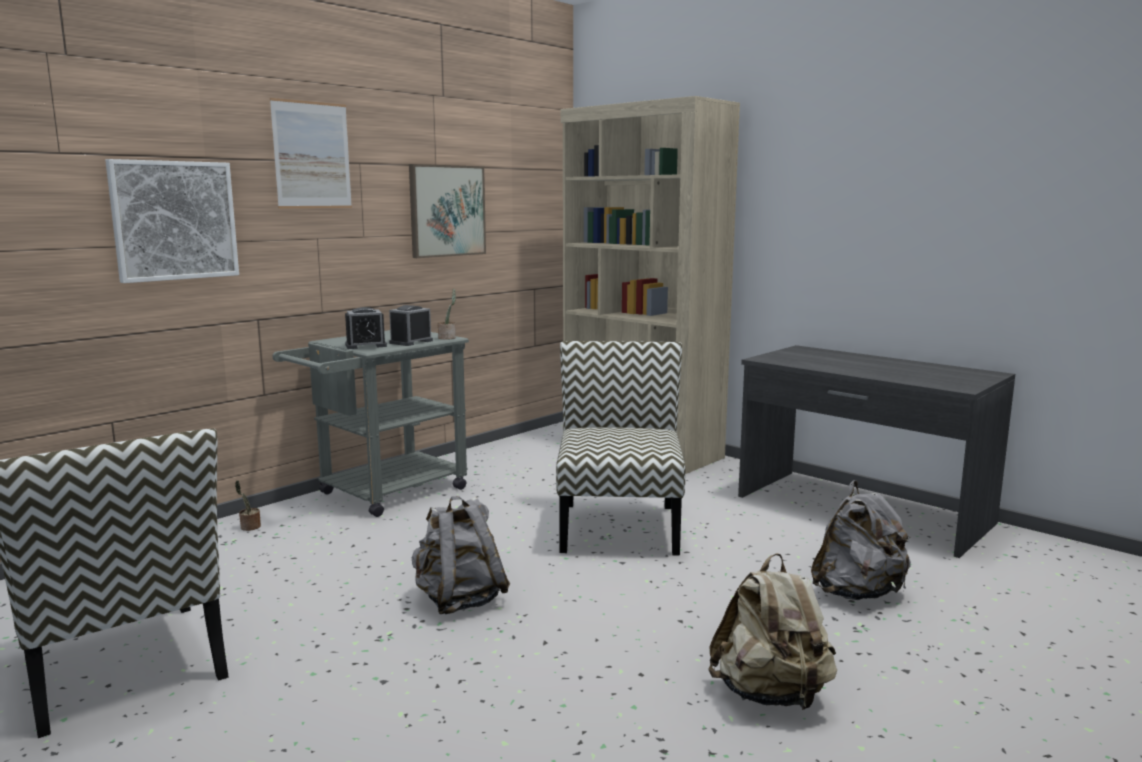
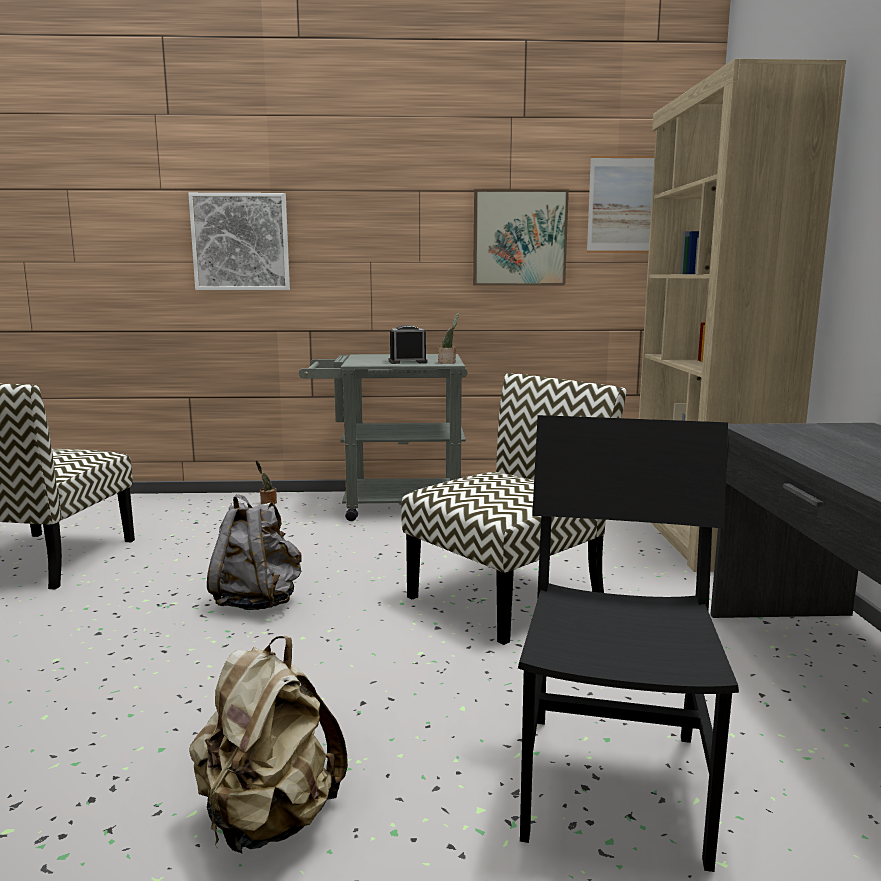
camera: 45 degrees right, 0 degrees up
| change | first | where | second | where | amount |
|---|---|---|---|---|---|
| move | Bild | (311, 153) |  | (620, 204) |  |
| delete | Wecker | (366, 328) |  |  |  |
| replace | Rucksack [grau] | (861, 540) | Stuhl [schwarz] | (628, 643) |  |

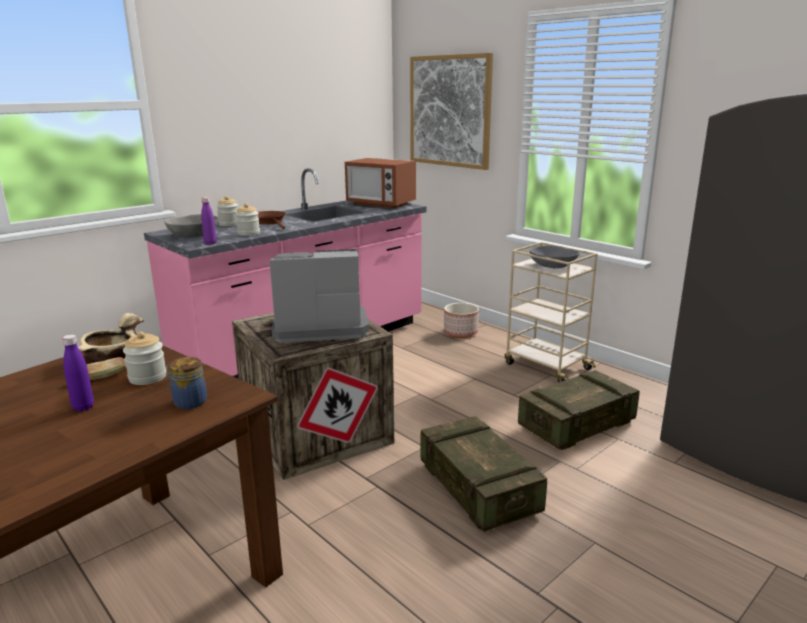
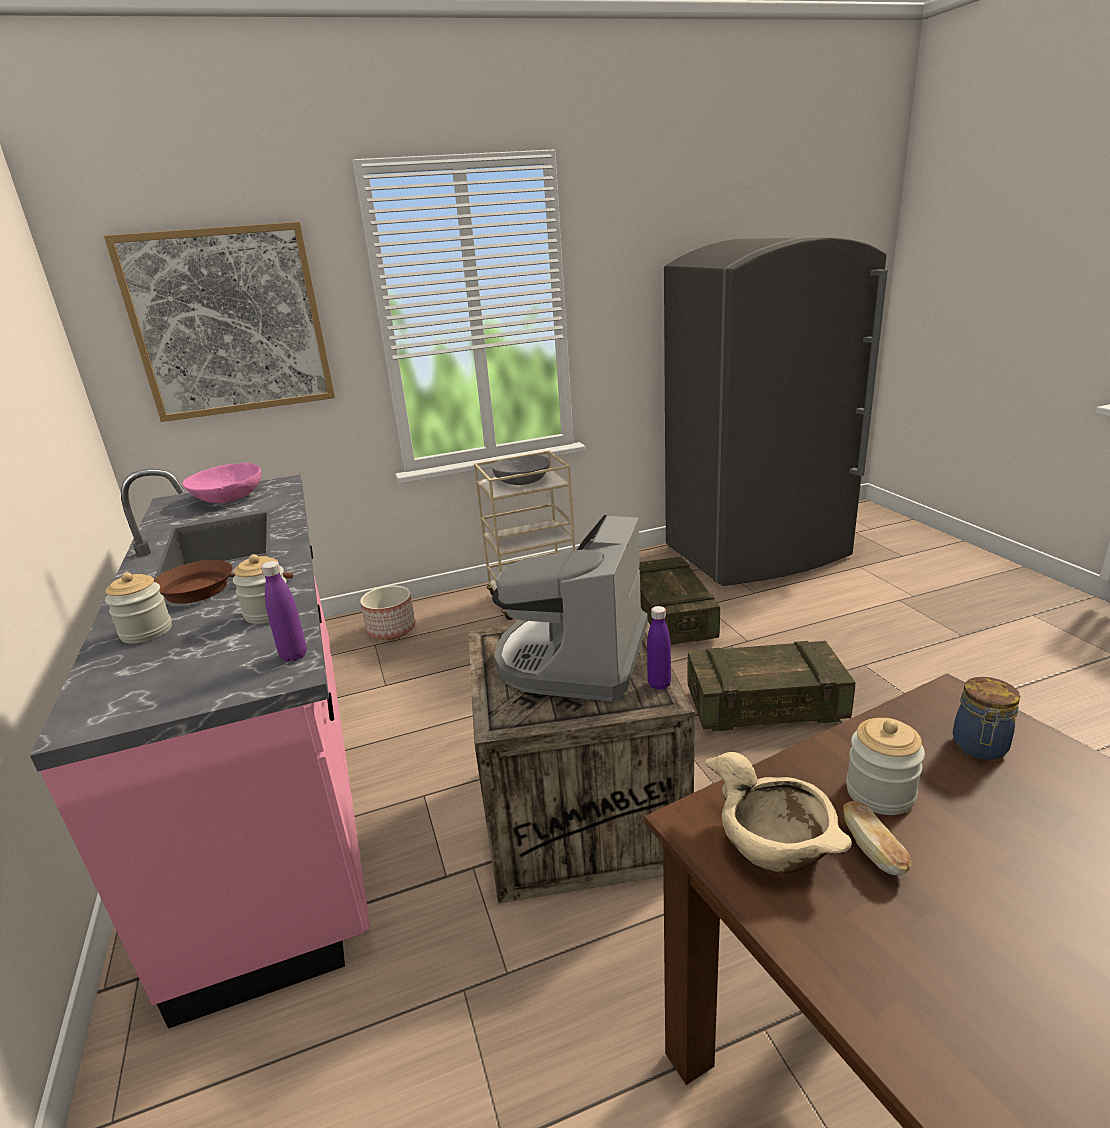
camera: 65 degrees left, 5 degrees up
| change | first | where | second | where | amount |
|---|---|---|---|---|---|
| move | Flasche [lila] | (78, 373) |  | (659, 648) |  |
| delete | Schüssel [grau] | (192, 226) |  |  |  |
| replace | Mikrowelle | (380, 183) | Schüssel [rosa] | (221, 483) |  |

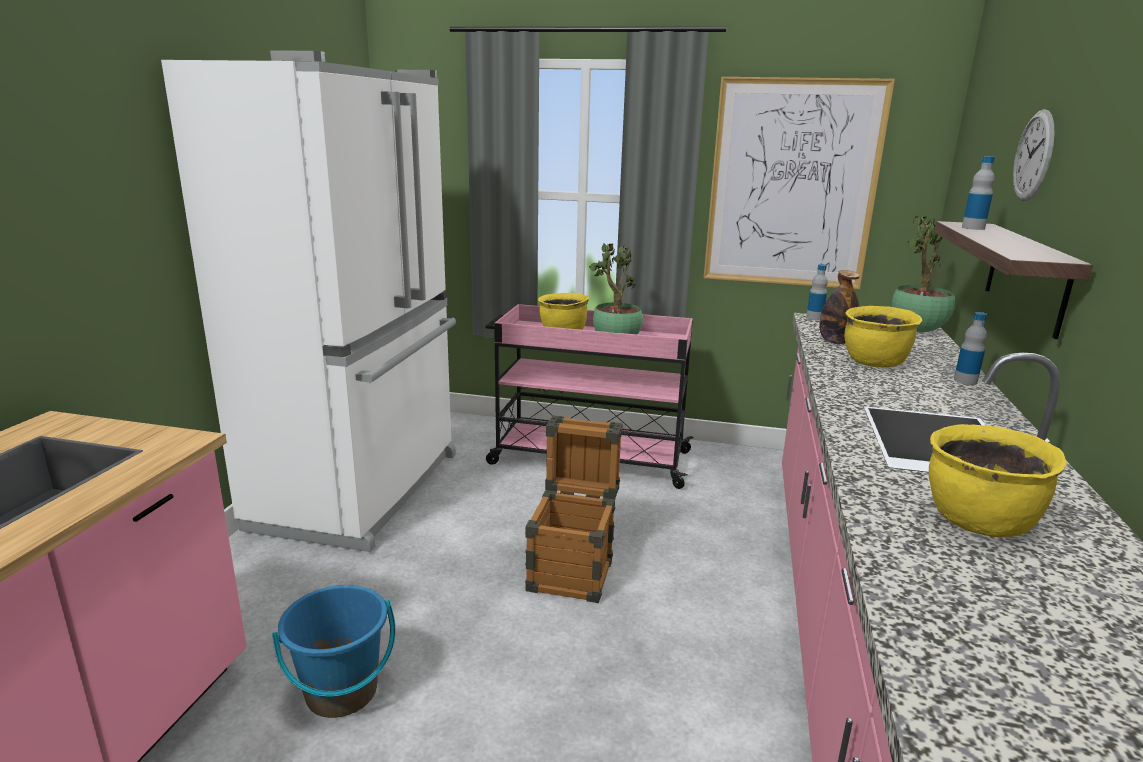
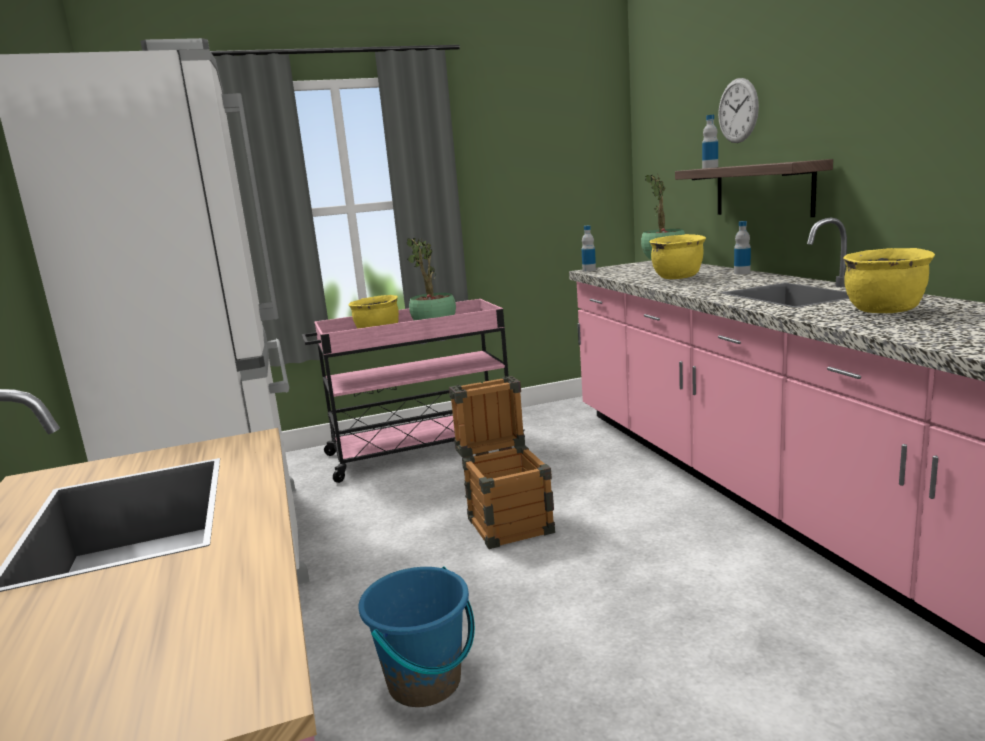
camera: 30 degrees left, 5 degrees down
| change | first | where | second | where | amount |
|---|---|---|---|---|---|
| delete | Bild | (799, 183) |  |  |  |
| delete | Flasche | (839, 307) |  |  |  |

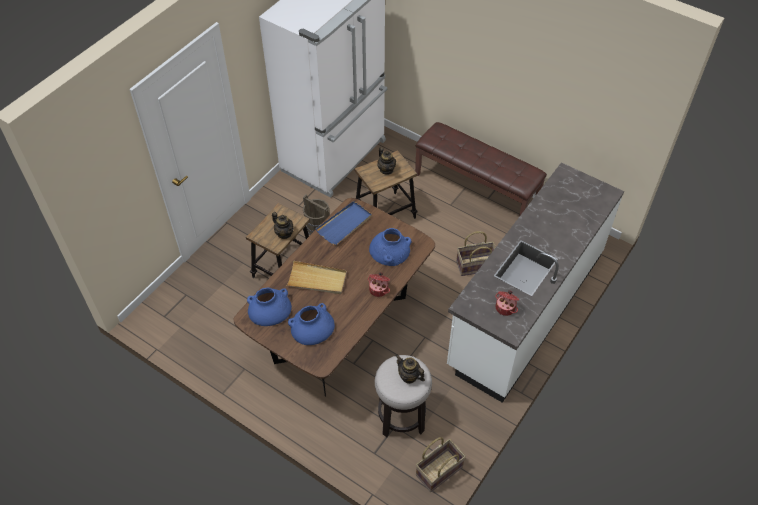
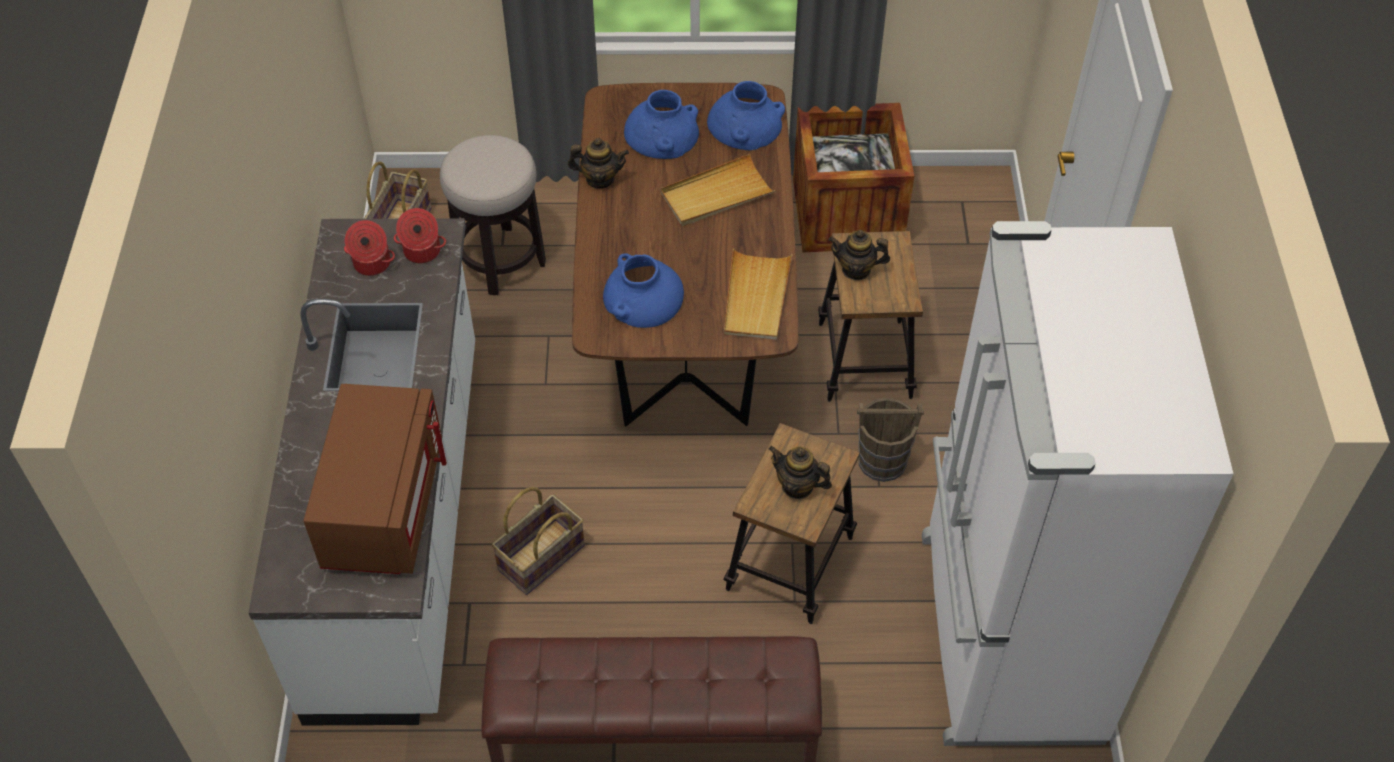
camera: 145 degrees right, 0 degrees up
| change | first | where | second | where | amount |
|---|---|---|---|---|---|
| recolor | Tablett [blau] | (344, 223) | Tablett [beige] | (758, 294) |  |
| move | Kochtopf | (379, 284) |  | (420, 235) |  |
| move | Teekanne | (410, 369) |  | (598, 163) |  |
| insert |  |  | Mikrowelle [braun] | (375, 479) |  |
| insert |  |  | Kiste | (853, 177) |  |

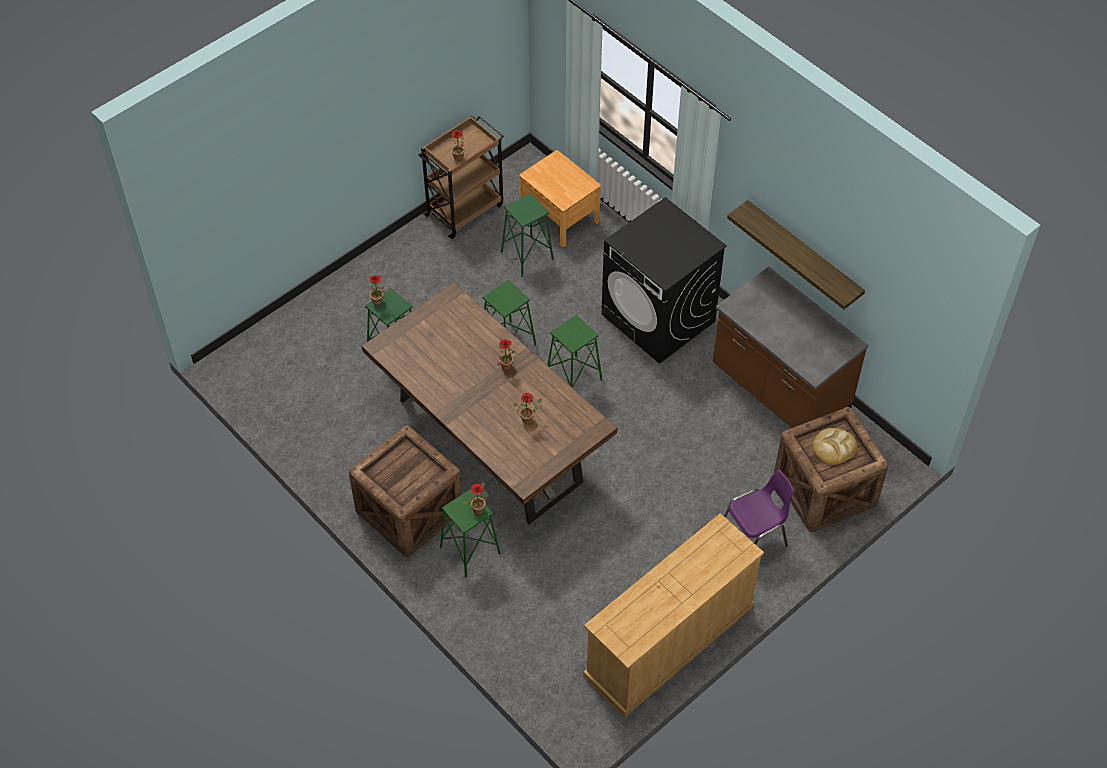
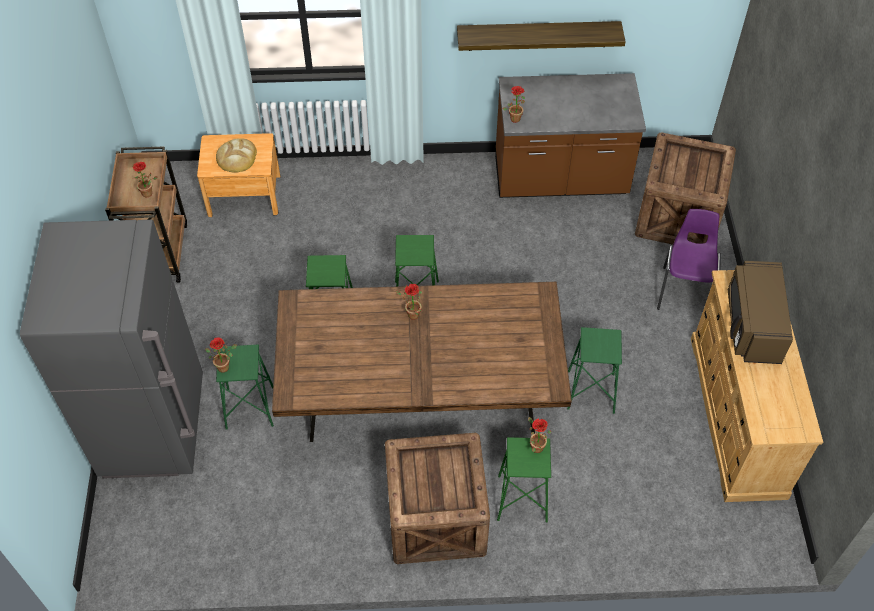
camera: 50 degrees left, 0 degrees up
| change | first | where | second | where | amount |
|---|---|---|---|---|---|
| move | Hocker [grün] | (527, 235) |  | (594, 370) |  |
| move | Topfpflanze | (527, 408) |  | (514, 104) |  |
| delete | Waschmaschine [schwarz] | (664, 280) |  |  |  |
| move | Brot | (835, 446) |  | (236, 155) |  |
| insert |  |  | Kühlschrank [grau] | (111, 349) |  |
| insert |  |  | Mikrowelle [braun] | (760, 312) |  |

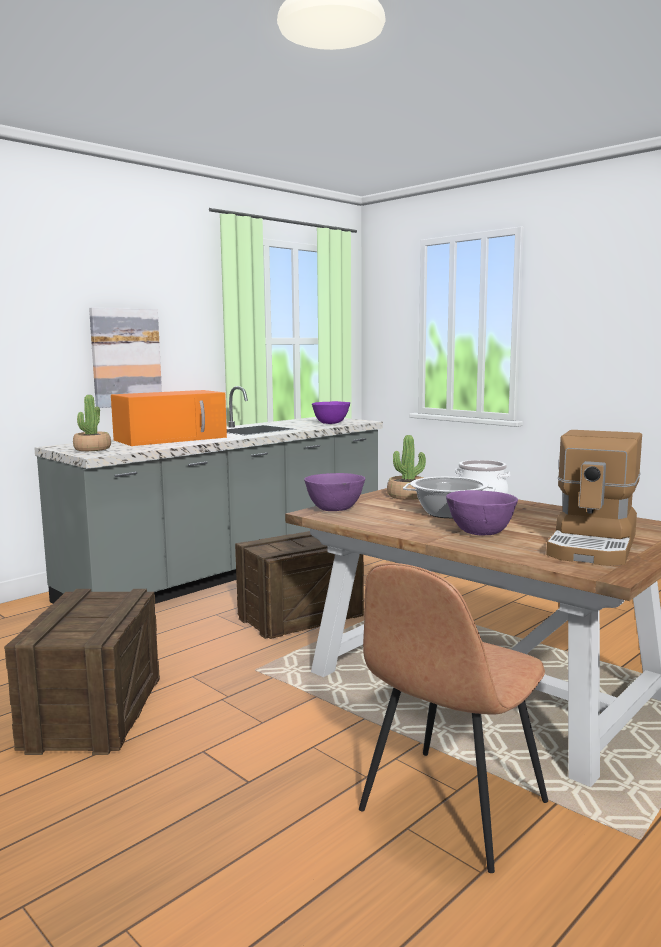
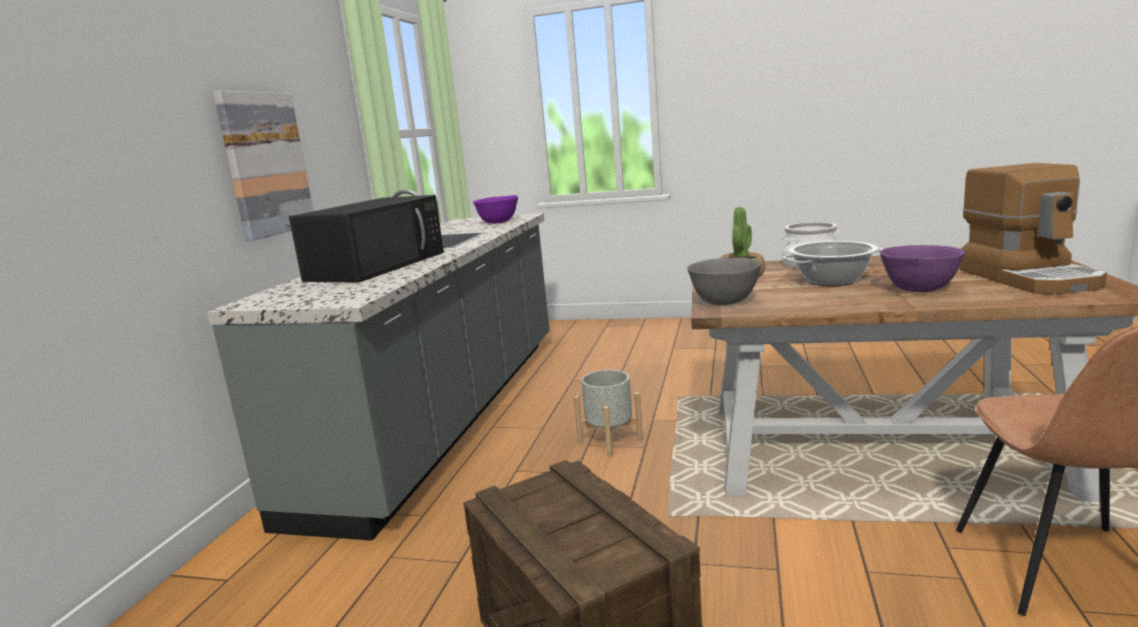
camera: 30 degrees left, 5 degrees up
| change | first | where | second | where | amount |
|---|---|---|---|---|---|
| delete | Topfpflanze | (92, 423) |  |  |  |
| recolor | Mikrowelle [orange] | (169, 418) | Mikrowelle [schwarz] | (366, 238) |  |
| replace | Kiste | (299, 585) | Pflanzkübel [grau] | (608, 413) |  |
| recolor | Schüssel [lila] | (334, 492) | Schüssel [grau] | (724, 281) |  |

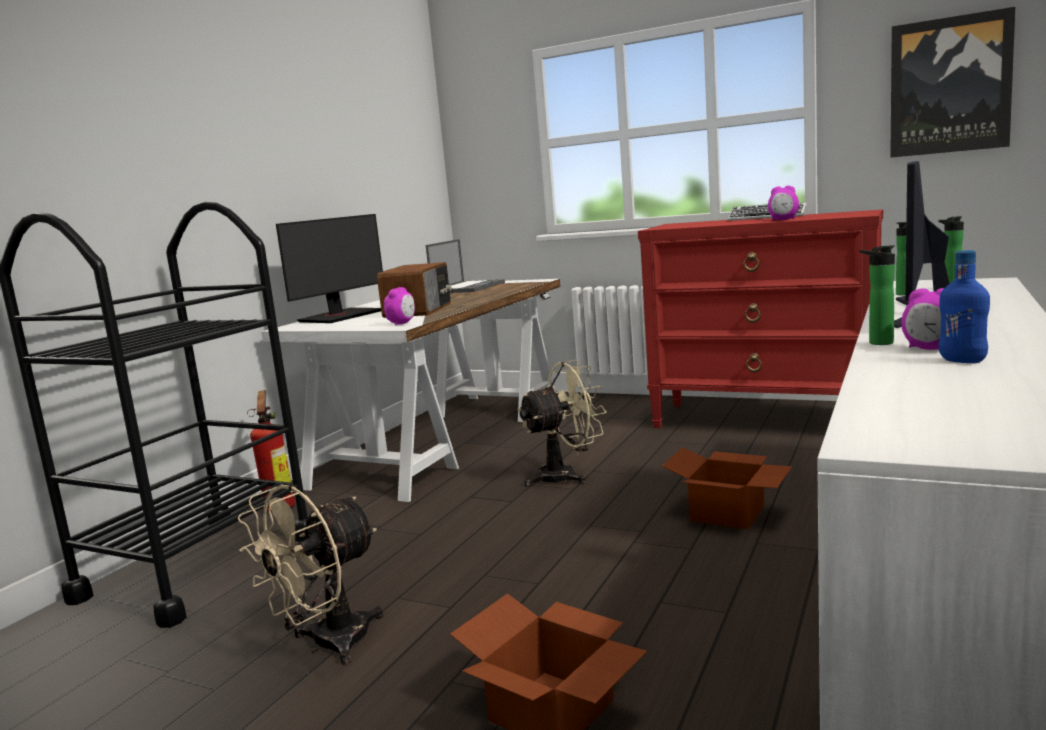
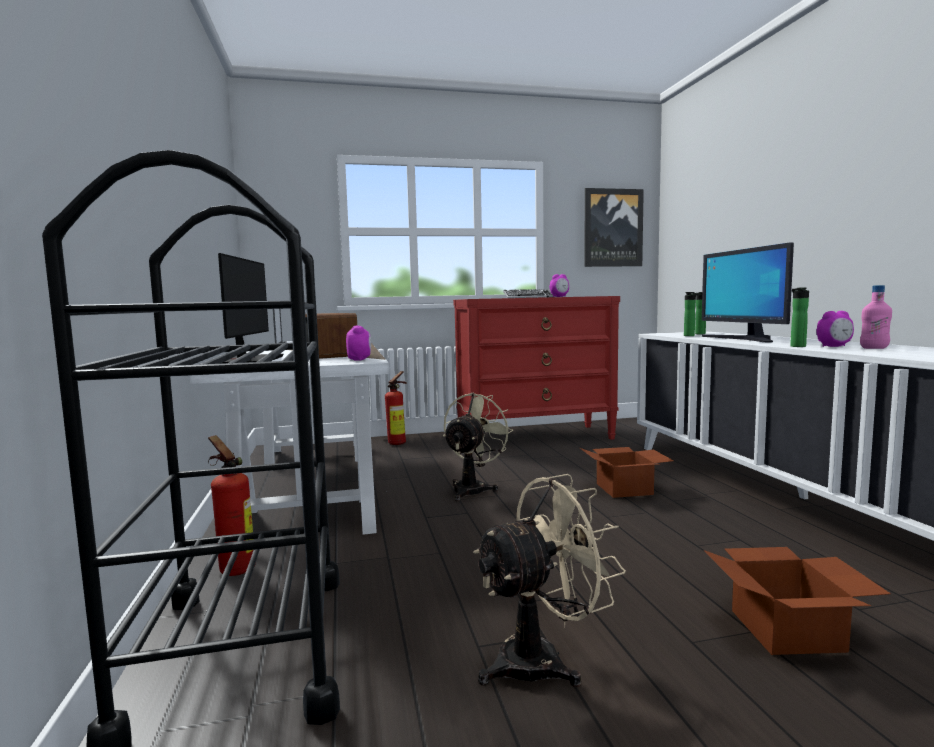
camera: 40 degrees left, 5 degrees down
| change | first | where | second | where | amount |
|---|---|---|---|---|---|
| rotate | Ventilator [beige] | (310, 574) |  | (549, 580) | 120 degrees counterclockwise |
| recolor | Flasche [blau] | (964, 306) | Flasche [rosa] | (876, 317) |  |
| insert |  |  | Feuerlöscher | (396, 408) |  |

